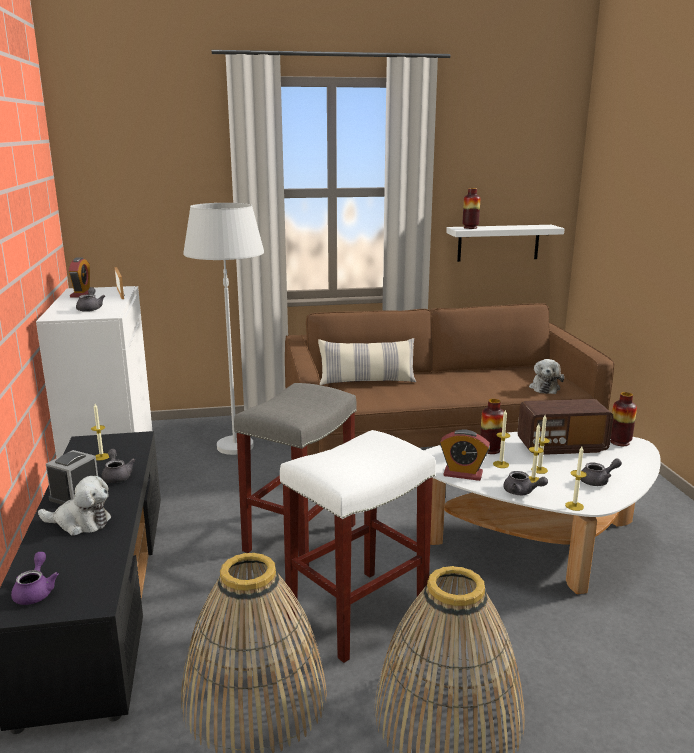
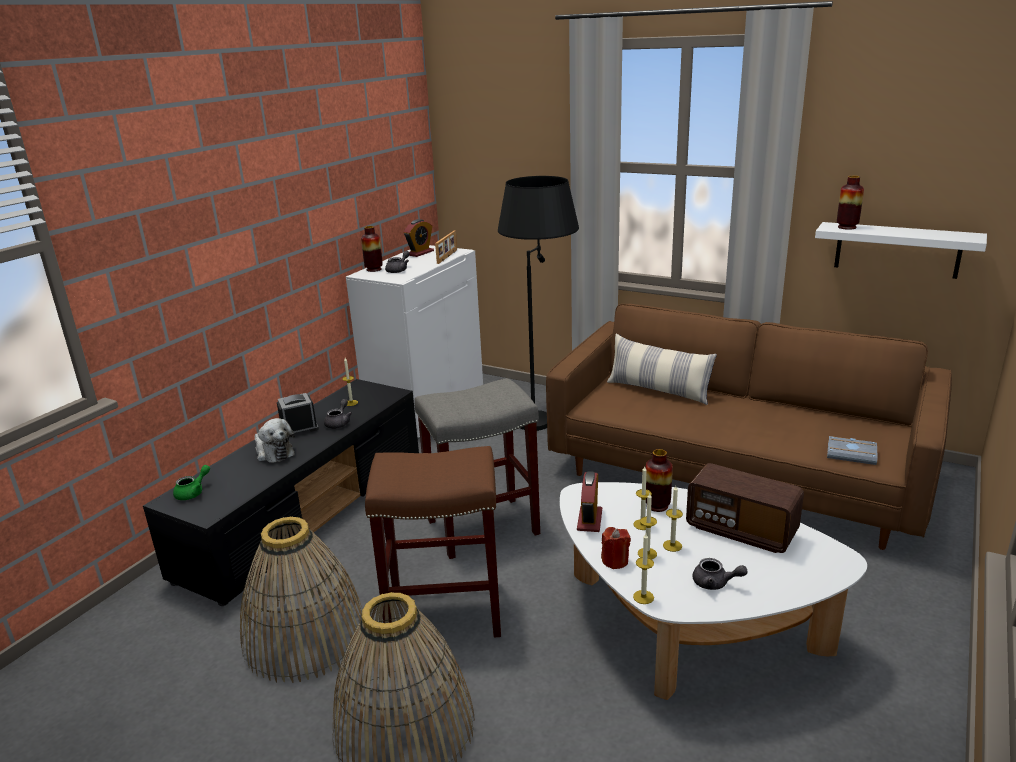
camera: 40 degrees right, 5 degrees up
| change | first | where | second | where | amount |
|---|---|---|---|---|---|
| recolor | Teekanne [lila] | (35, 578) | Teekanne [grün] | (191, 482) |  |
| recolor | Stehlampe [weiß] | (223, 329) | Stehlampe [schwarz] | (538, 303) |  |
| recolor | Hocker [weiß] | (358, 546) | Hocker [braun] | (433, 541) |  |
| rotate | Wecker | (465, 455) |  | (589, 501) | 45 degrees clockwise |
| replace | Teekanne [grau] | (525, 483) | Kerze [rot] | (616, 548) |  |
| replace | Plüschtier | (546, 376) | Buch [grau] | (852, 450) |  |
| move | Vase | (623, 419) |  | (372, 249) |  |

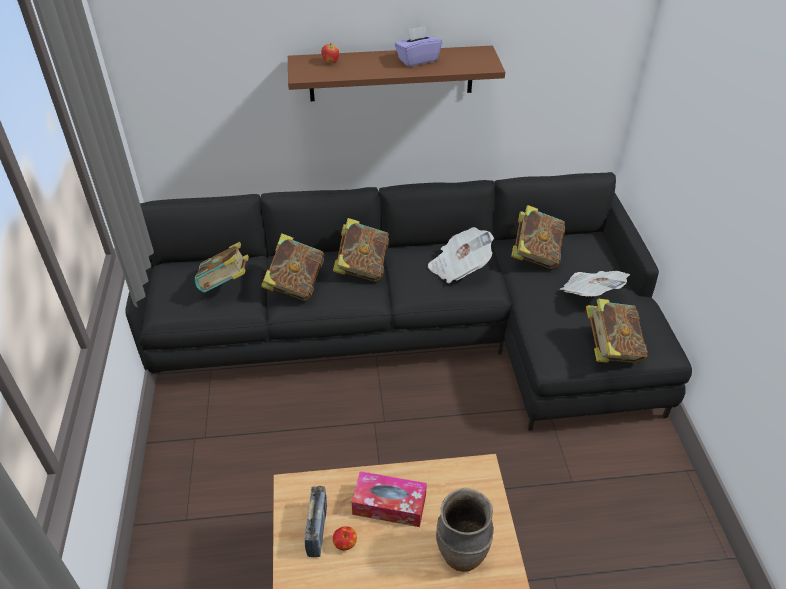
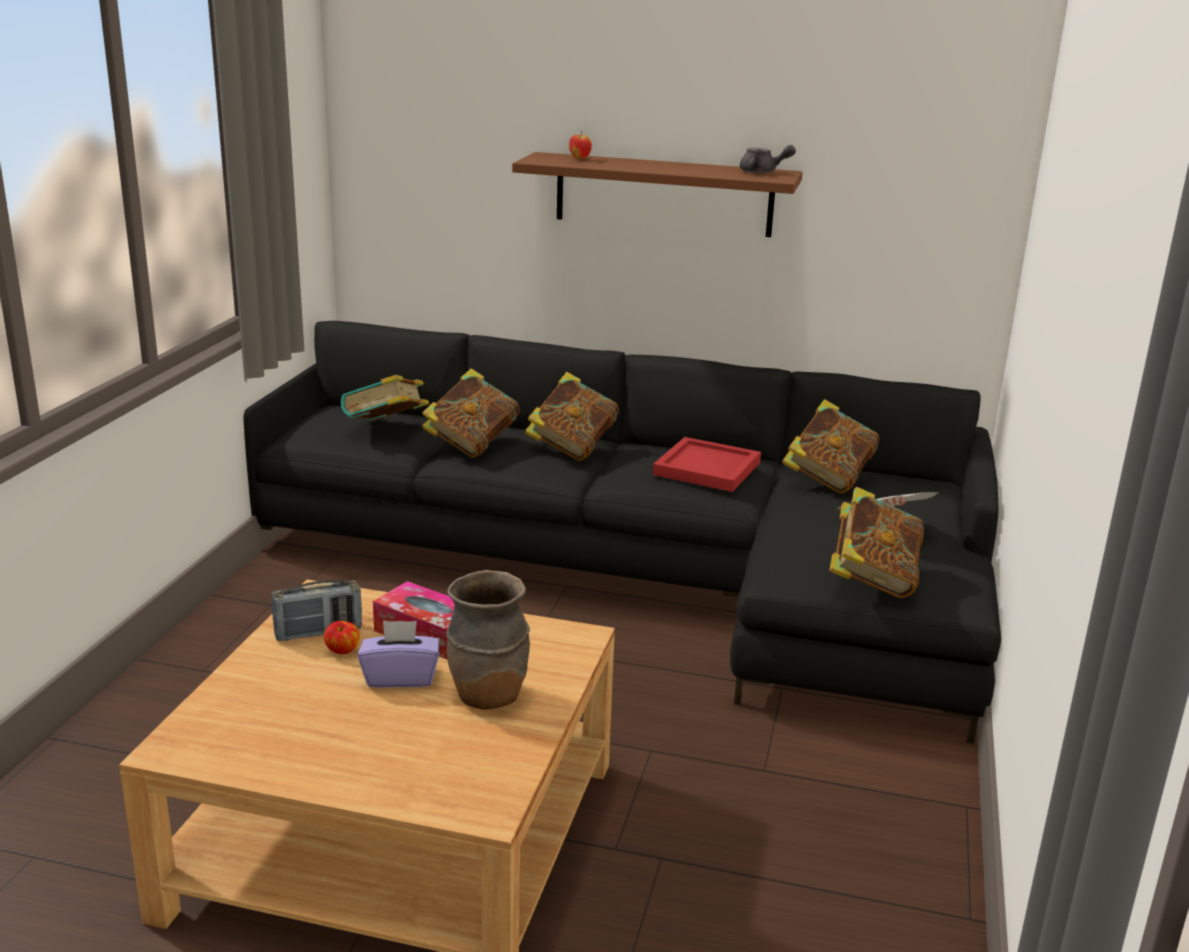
camera: 20 degrees right, 20 degrees down
| change | first | where | second | where | amount |
|---|---|---|---|---|---|
| rotate | Radio | (316, 521) |  | (317, 610) | 45 degrees clockwise |
| move | Taschentuchbox [lila] | (418, 46) |  | (399, 654) |  |
| replace | Zeitung | (461, 255) | Tablett [rot] | (707, 464) |  |
| insert |  |  | Teekanne [grau] | (768, 159) |  |

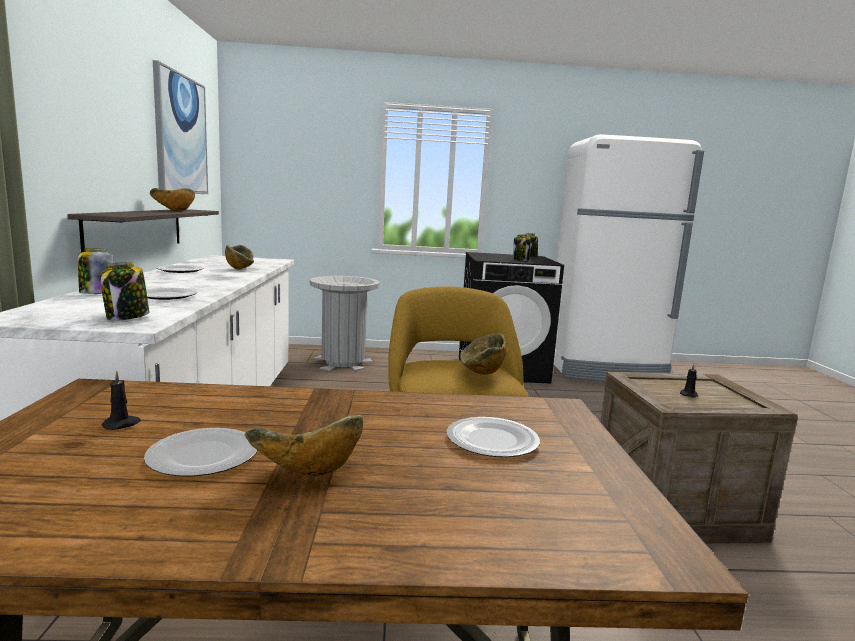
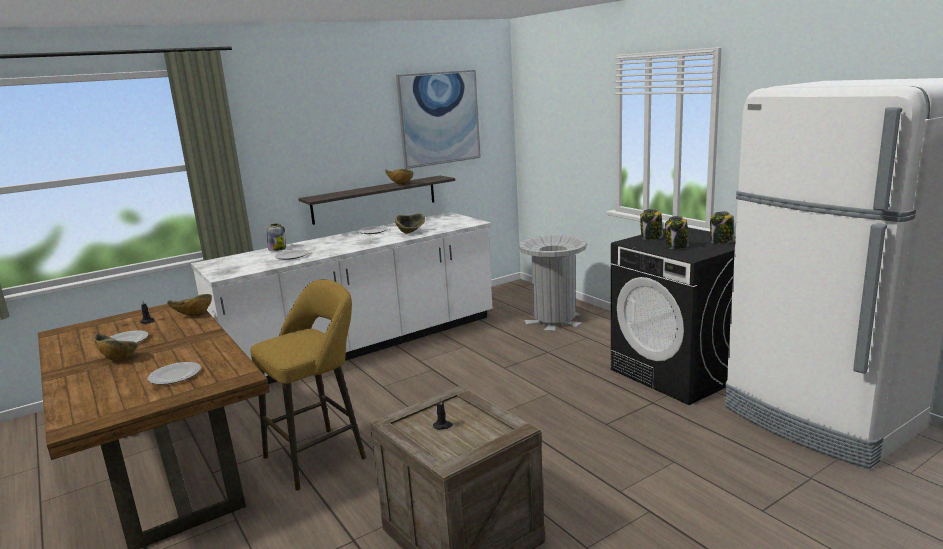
camera: 60 degrees right, 5 degrees up
| change | first | where | second | where | amount |
|---|---|---|---|---|---|
| move | Vorratsglas | (124, 291) |  | (651, 224) |  |
| move | Schüssel | (483, 354) |  | (189, 305) |  |

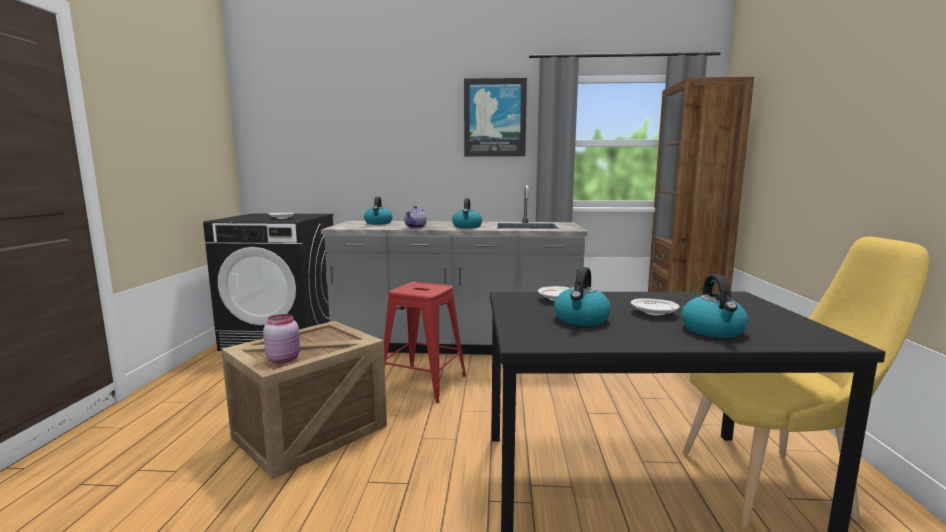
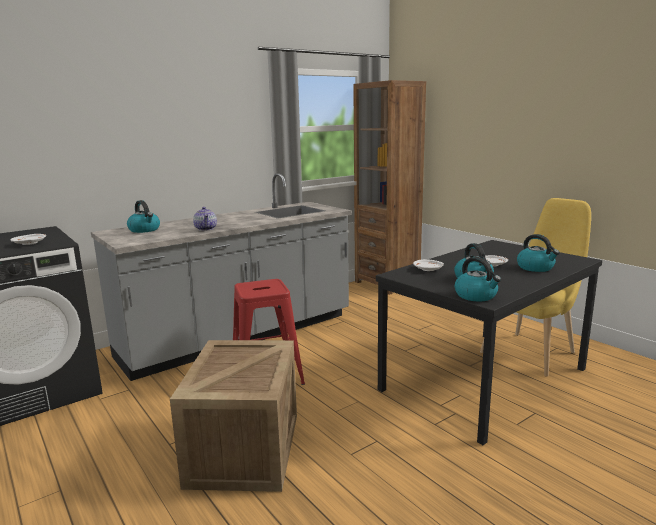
camera: 40 degrees left, 5 degrees up
| change | first | where | second | where | amount |
|---|---|---|---|---|---|
| delete | Vorratsglas [rosa] | (281, 338) |  |  |  |
| move | Wasserkessel | (467, 213) |  | (478, 279) |  |
| delete | Bild | (495, 117) |  |  |  |

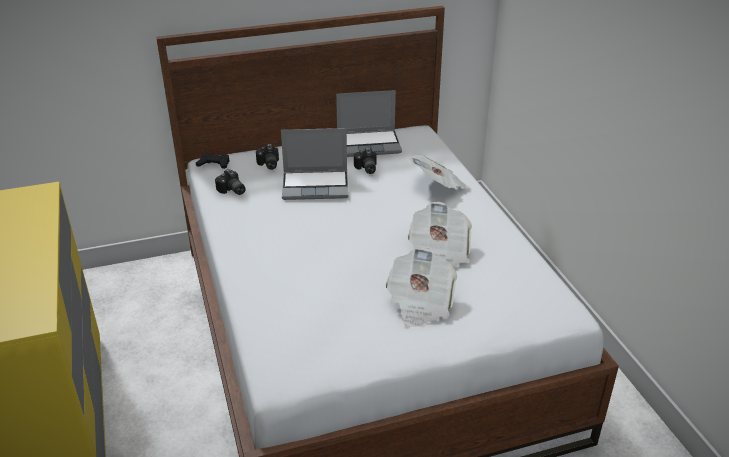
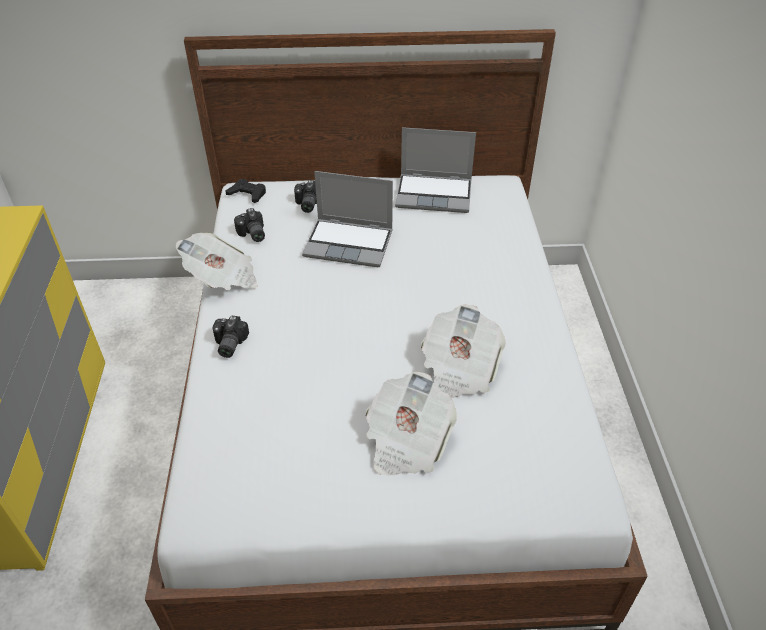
camera: 15 degrees right, 10 degrees up
| change | first | where | second | where | amount |
|---|---|---|---|---|---|
| move | Kamera | (365, 161) |  | (230, 336) |  |
| move | Zeitung | (440, 172) |  | (217, 261) |  |

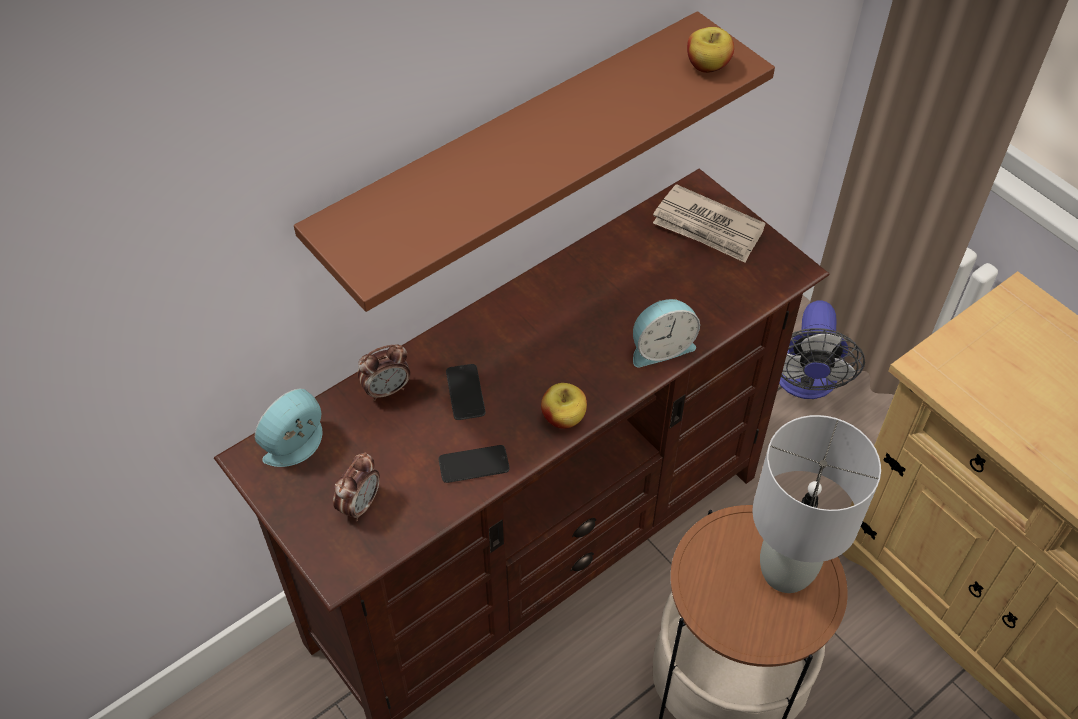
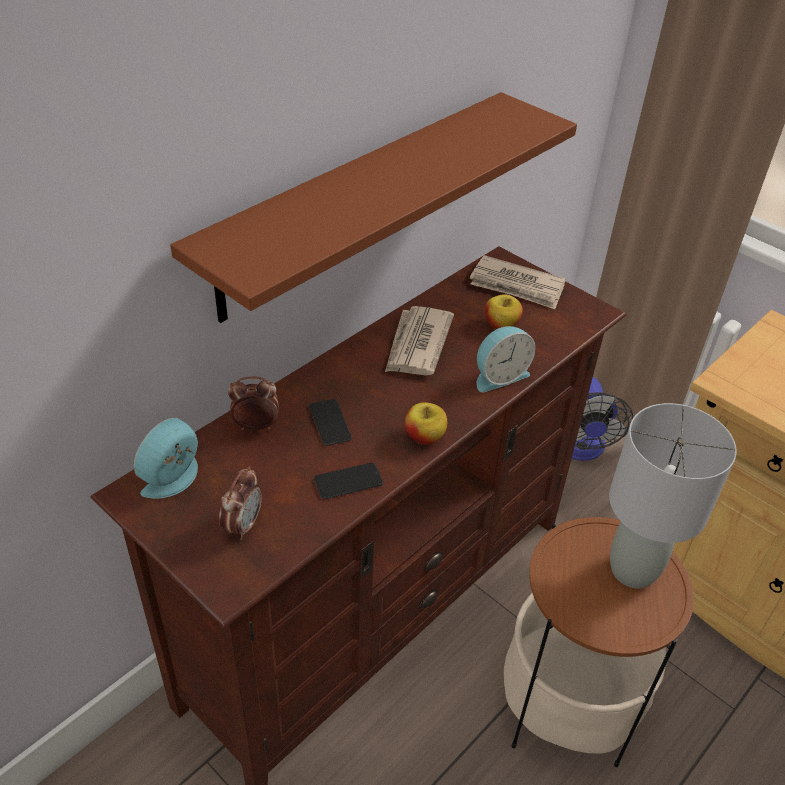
camera: 10 degrees left, 10 degrees down
| change | first | where | second | where | amount |
|---|---|---|---|---|---|
| rotate | Wecker | (383, 372) |  | (253, 403) | 150 degrees counterclockwise |
| move | Apfel | (710, 50) |  | (504, 311) |  |
| insert |  |  | Zeitung | (419, 341) |  |

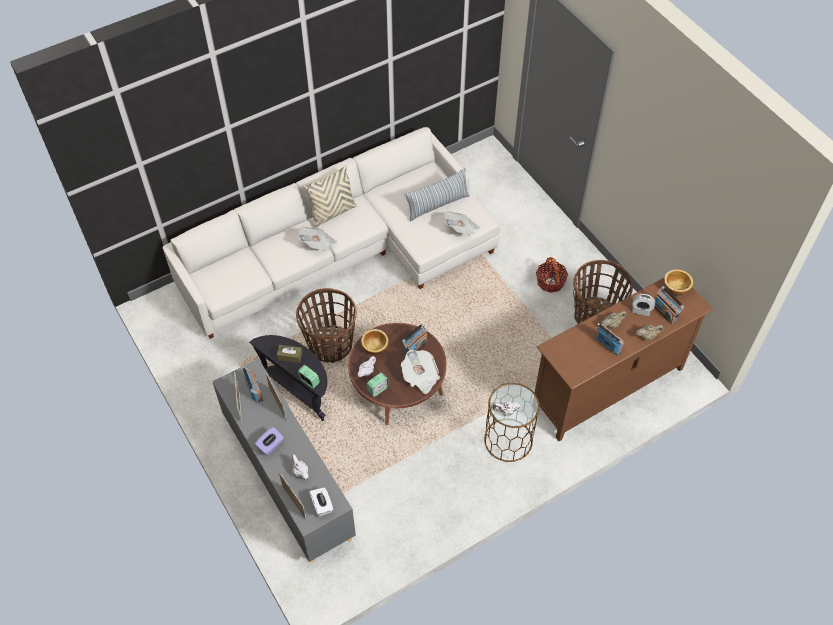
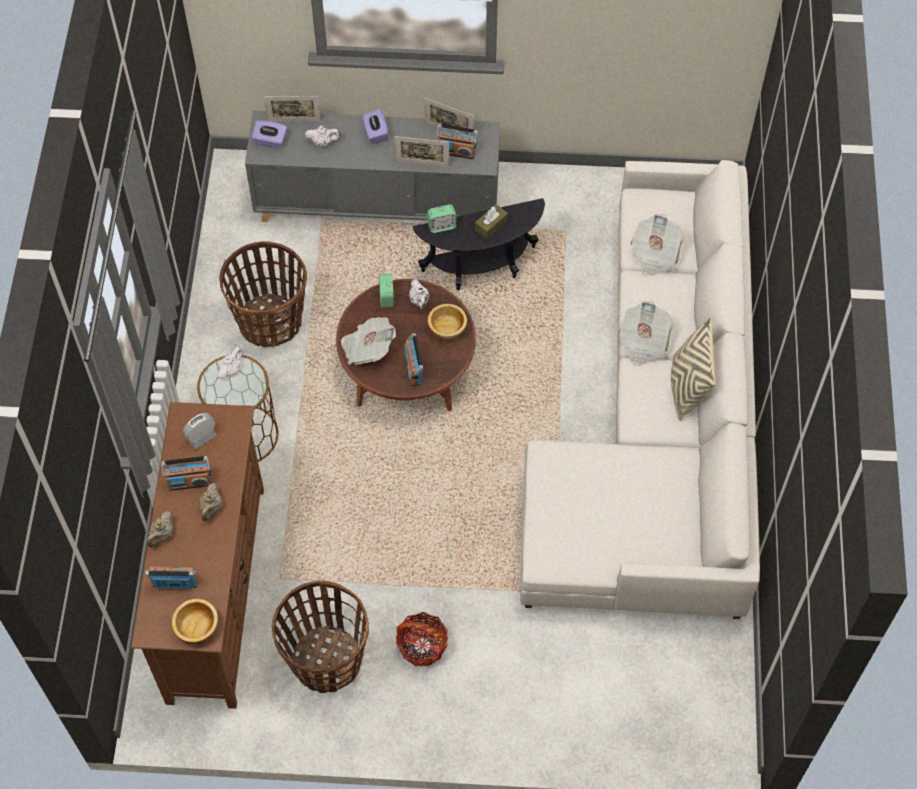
camera: 125 degrees right, 5 degrees up
| change | first | where | second | where | amount |
|---|---|---|---|---|---|
| move | Korb | (326, 325) |  | (263, 294) |  |
| recolor | Taschentuchbox [weiß] | (321, 502) | Taschentuchbox [lila] | (269, 134) |  |
| delete | Kissen | (437, 194) |  |  |  |
| move | Zeitung | (461, 223) |  | (658, 245) |  |
| move | Wecker | (644, 305) |  | (200, 431) |  |

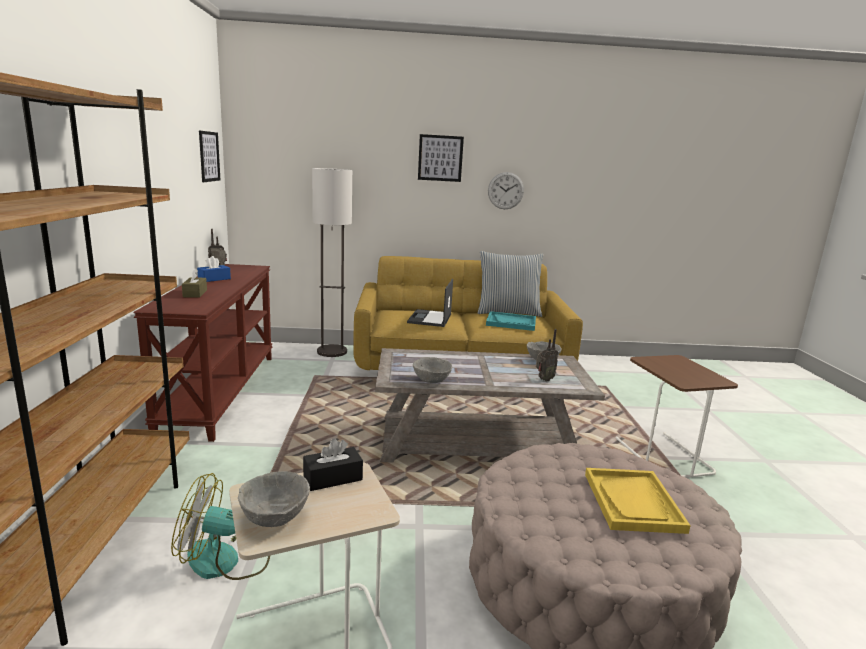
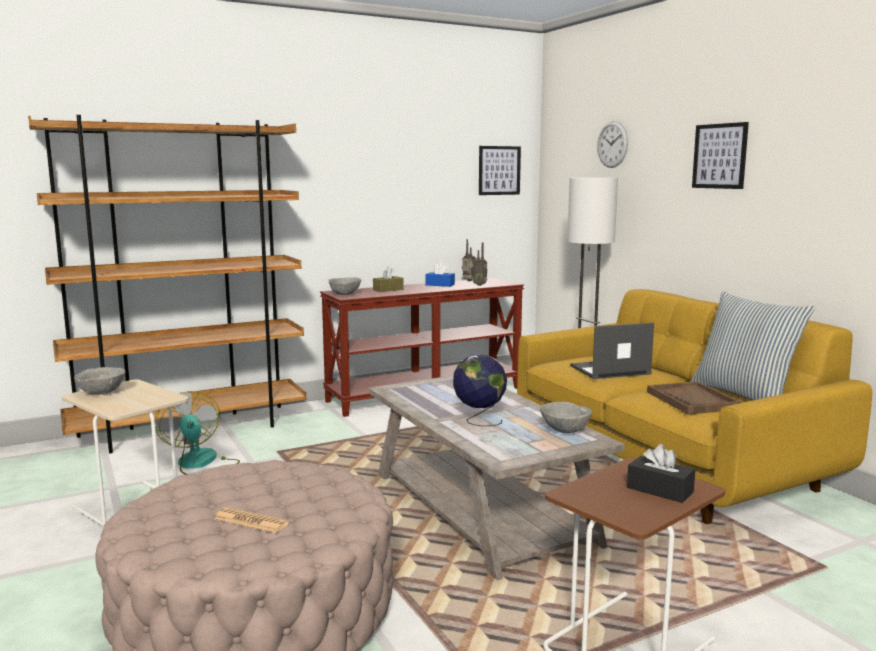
camera: 65 degrees right, 5 degrees down
| change | first | where | second | where | amount |
|---|---|---|---|---|---|
| move | Taschentuchbox [schwarz] | (333, 465) |  | (661, 473) |  |
| move | Schüssel [grau] | (432, 370) |  | (345, 286) |  |
| recolor | Tablett [türkis] | (511, 321) | Tablett [braun] | (694, 398) |  |
| move | Wanduhr | (506, 190) |  | (612, 144) |  |
| move | Radio | (547, 355) |  | (478, 264) |  |
| replace | Tablett [gelb] | (638, 501) | Zeitung | (251, 520) |  |
| insert |  |  | Globus | (480, 390) |  |

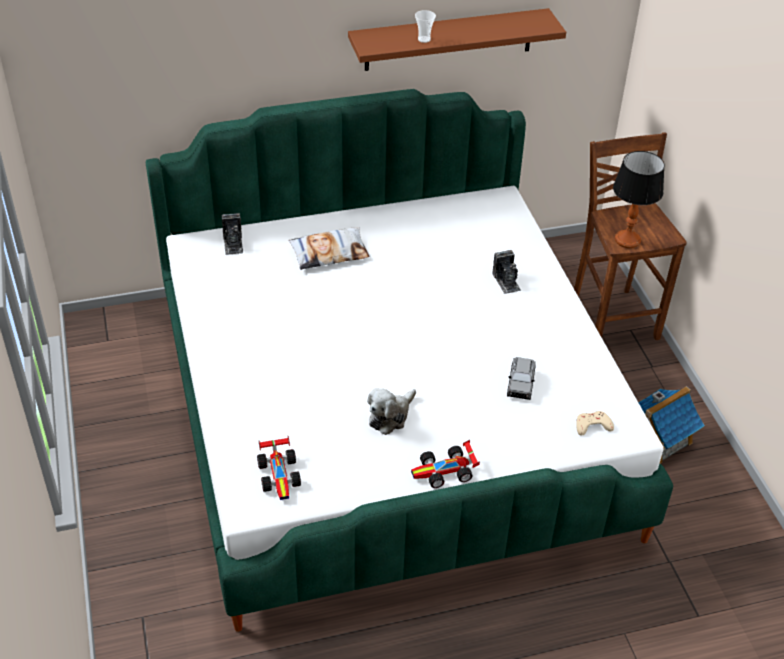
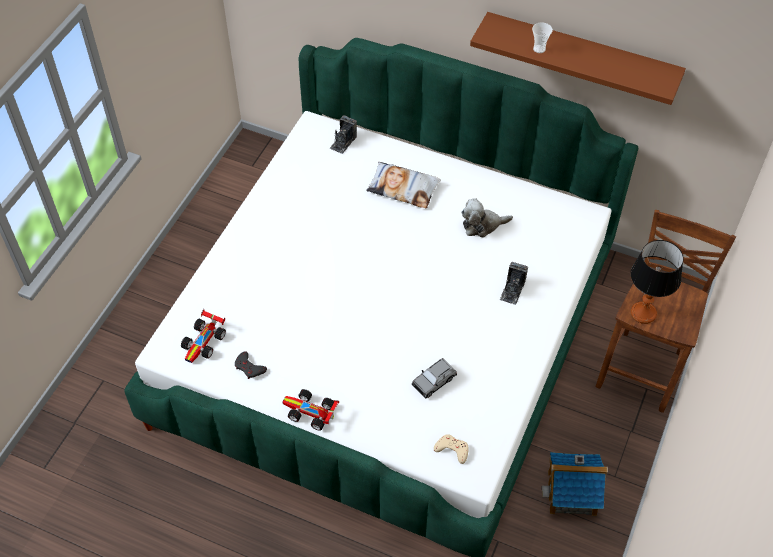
camera: 40 degrees right, 10 degrees up
| change | first | where | second | where | amount |
|---|---|---|---|---|---|
| move | Plüschtier | (391, 411) |  | (487, 218) |  |
| insert |  |  | Gamepad [grau] | (251, 365) |  |

